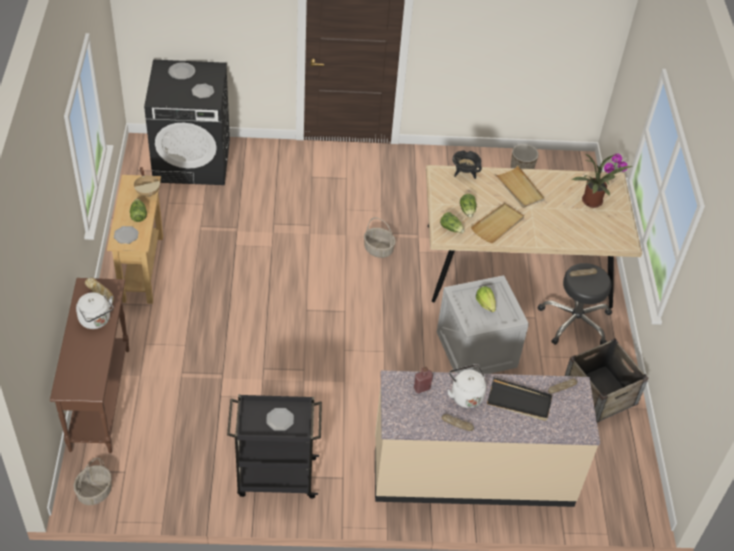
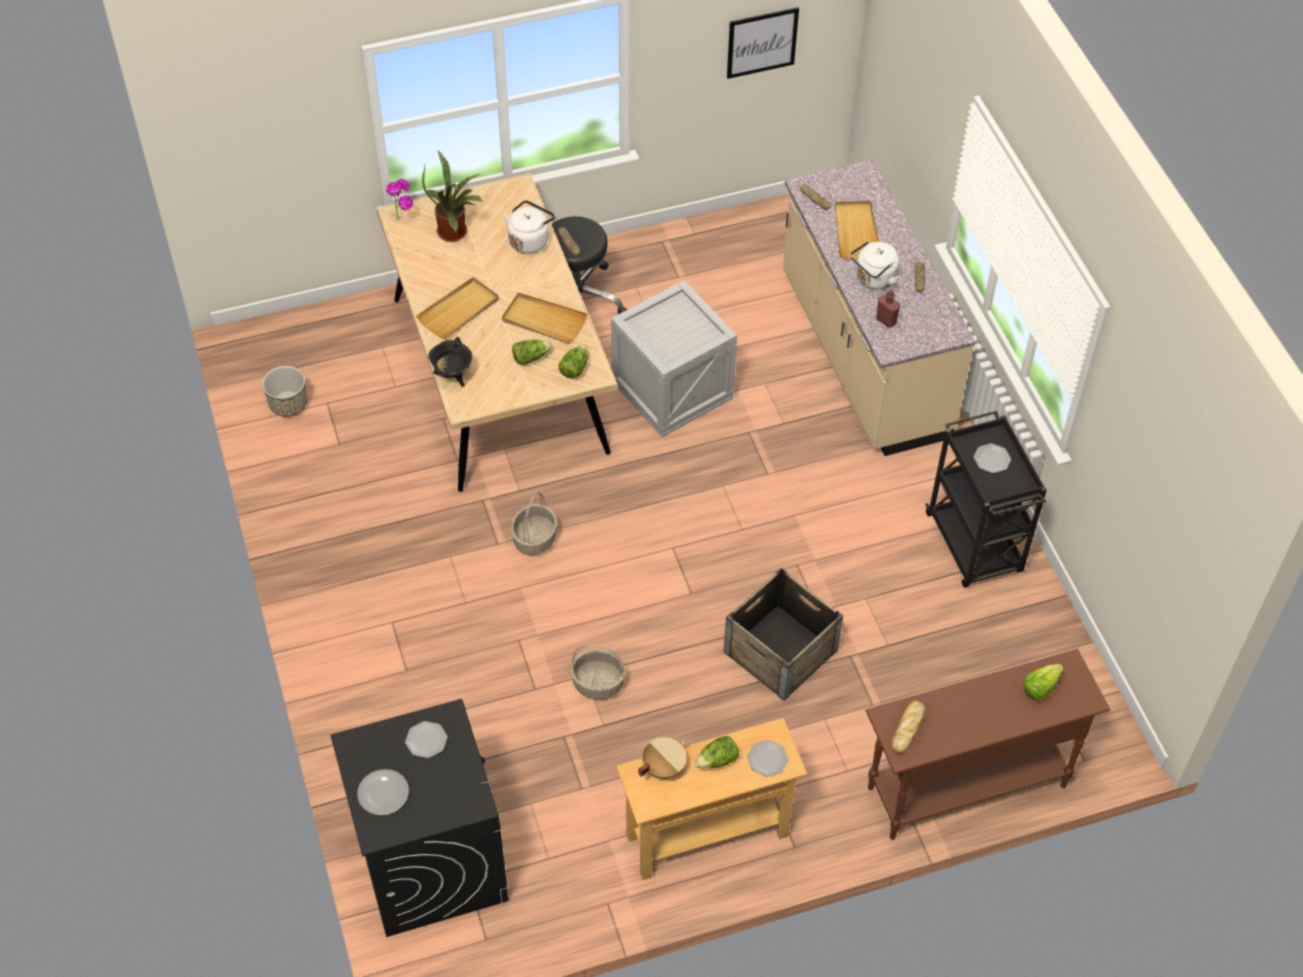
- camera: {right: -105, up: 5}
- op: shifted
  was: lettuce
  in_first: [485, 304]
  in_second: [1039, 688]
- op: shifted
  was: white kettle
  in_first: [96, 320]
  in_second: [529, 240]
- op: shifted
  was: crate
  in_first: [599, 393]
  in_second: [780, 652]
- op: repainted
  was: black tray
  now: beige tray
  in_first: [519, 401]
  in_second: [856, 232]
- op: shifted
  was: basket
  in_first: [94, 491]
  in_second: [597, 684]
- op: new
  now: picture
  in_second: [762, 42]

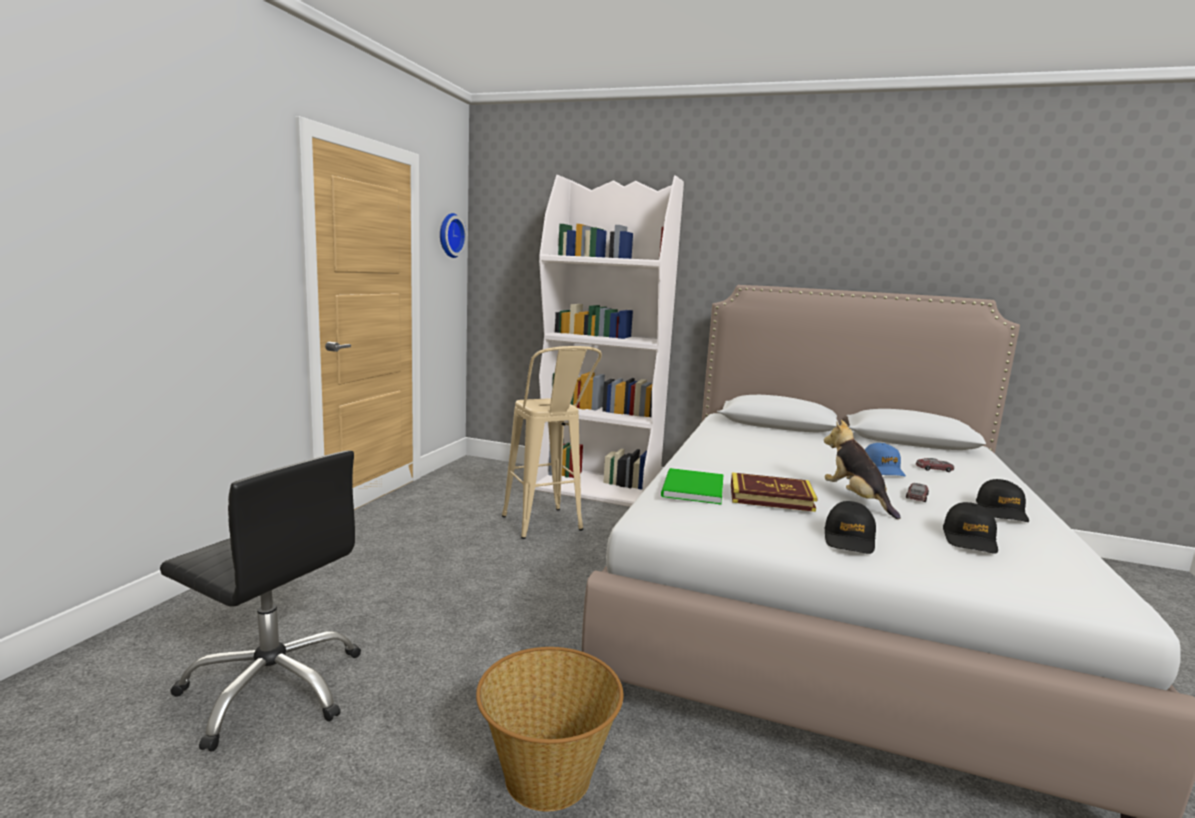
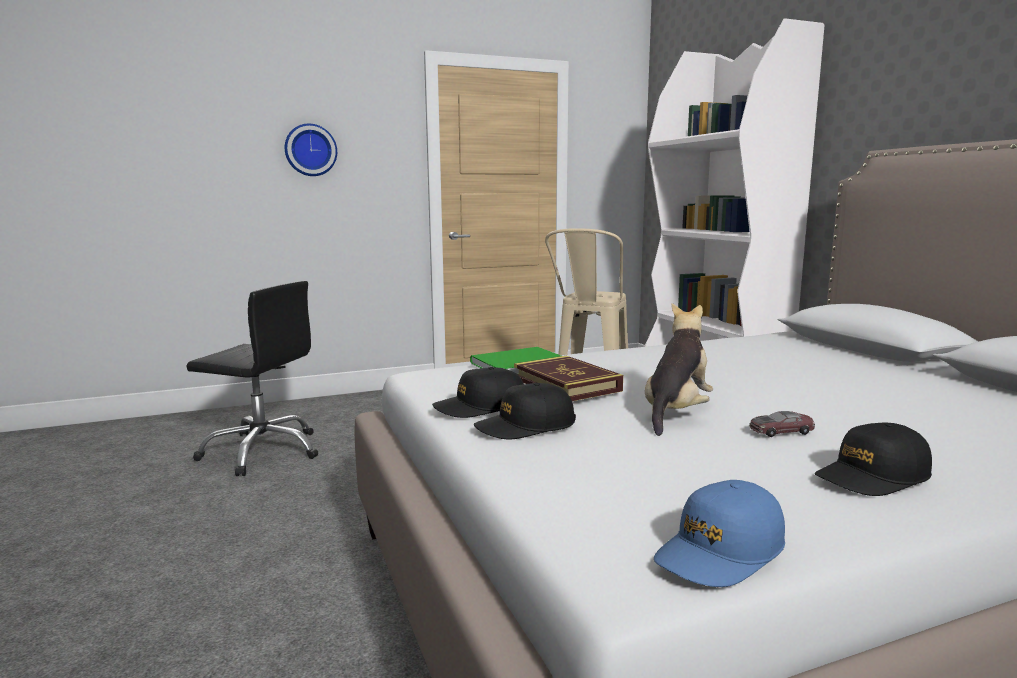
- camera: {right: 50, up: 0}
- op: shifted
  was: wall clock
  in_first: [449, 235]
  in_second: [310, 150]
- op: shifted
  was: blue cap
  in_first: [882, 469]
  in_second: [720, 552]
- op: rotated
  was: black office chair
  in_first: [273, 688]
  in_second: [262, 451]
  clockwise: -60
- op: gone
  was: toy car
  in_first: [934, 469]
- op: shifted
  was: black cap
  in_first: [969, 539]
  in_second: [481, 407]
- op: gone
  was: basket
  in_first: [546, 777]

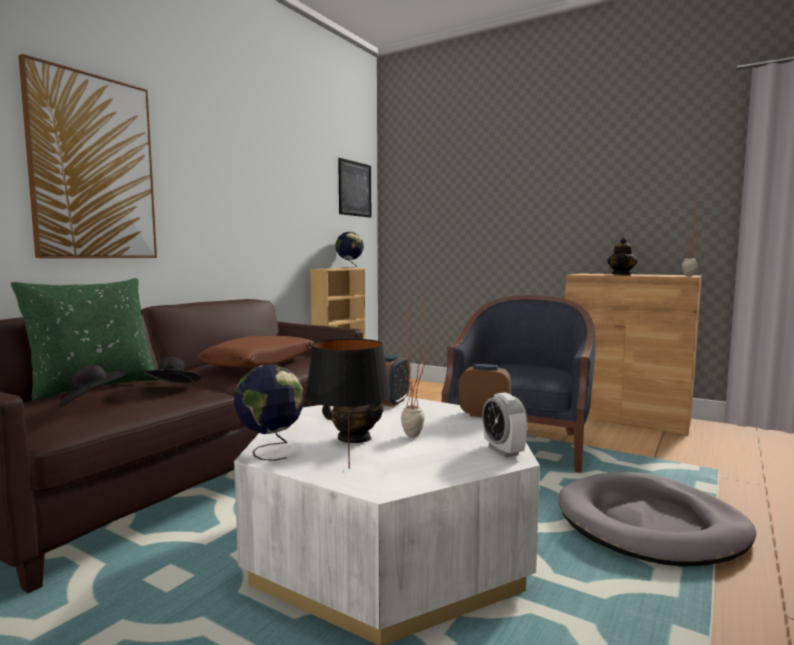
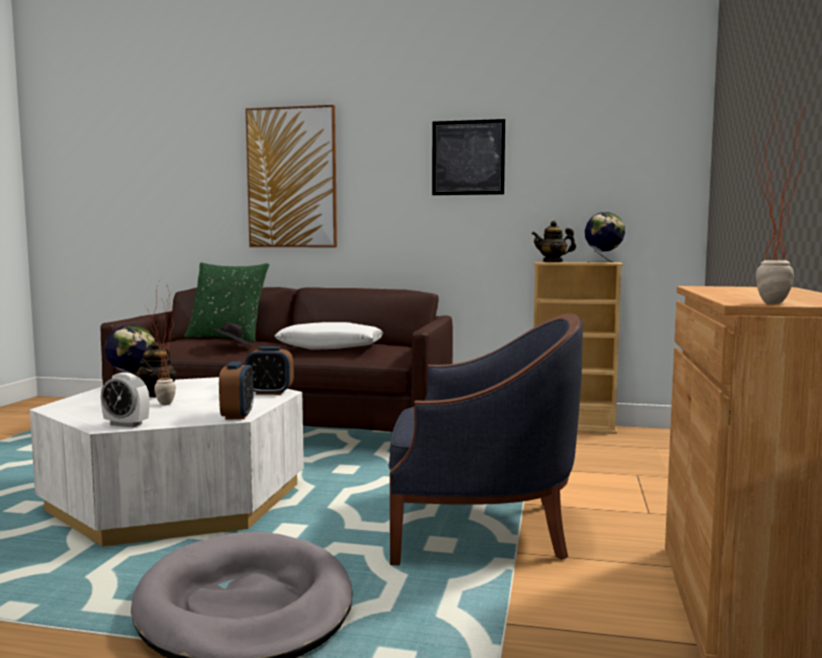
- camera: {right: 70, up: 0}
- op: shifted
  was: picture
  in_first: [355, 189]
  in_second: [468, 157]
- op: shifted
  was: teapot
  in_first: [621, 274]
  in_second: [553, 262]
- op: repainted
  was: brown pillow
  now: white pillow
  in_first: [260, 363]
  in_second: [330, 347]
- op: gone
  was: black table lamp
  in_first: [349, 468]
- op: gone
  was: black hat
  in_first: [91, 402]
- op: rotated
  was: alarm clock
  in_first: [503, 451]
  in_second: [126, 424]
  clockwise: -120

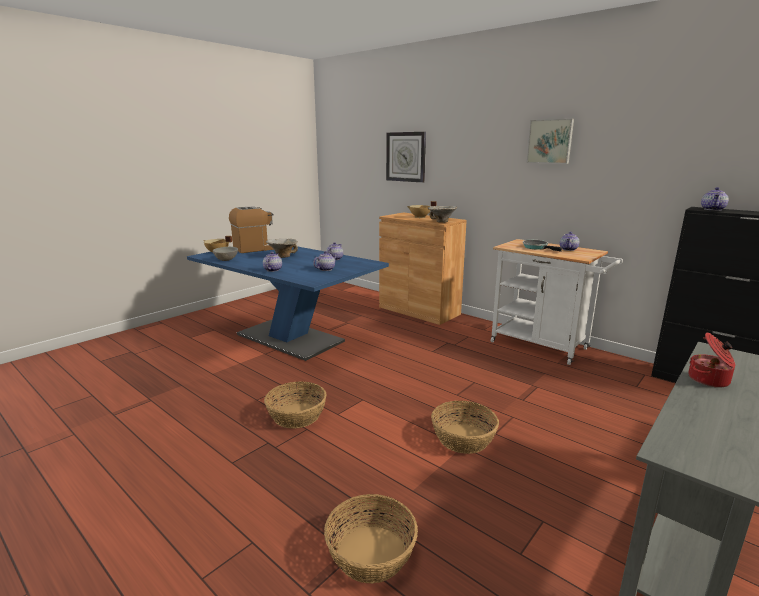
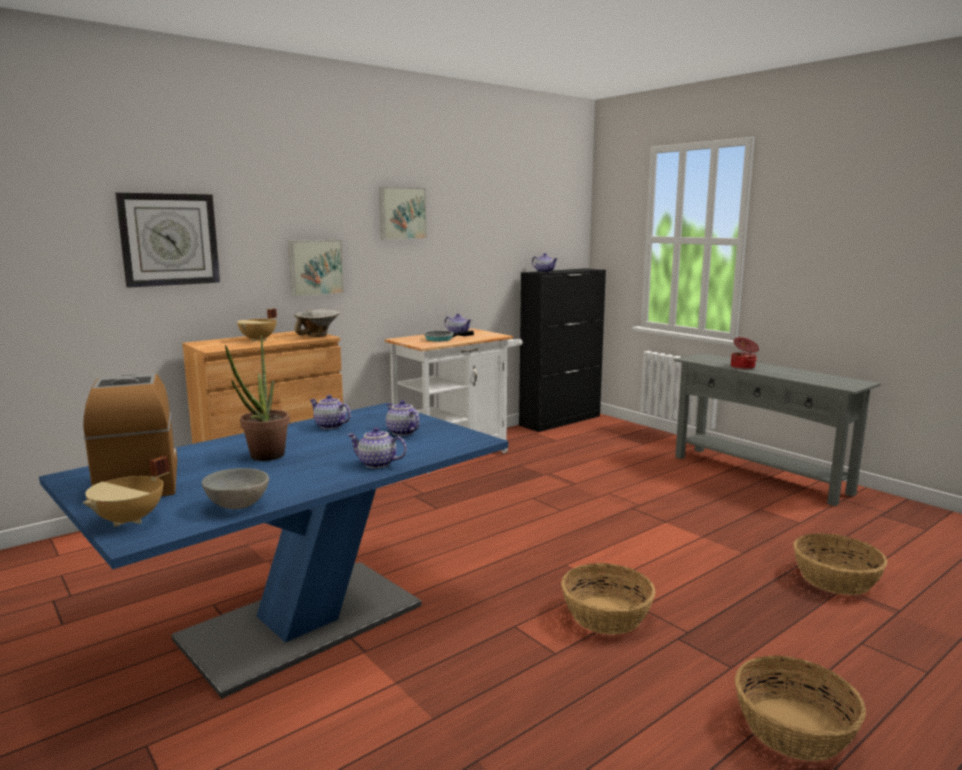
- camera: {right: -80, up: -5}
- op: swapped
  was: bowl
  now: potted plant
  in_first: [283, 256]
  in_second: [263, 458]
- op: shifted
  was: basket
  in_first: [462, 438]
  in_second: [794, 729]
- op: new
  now: picture
  in_second: [315, 267]

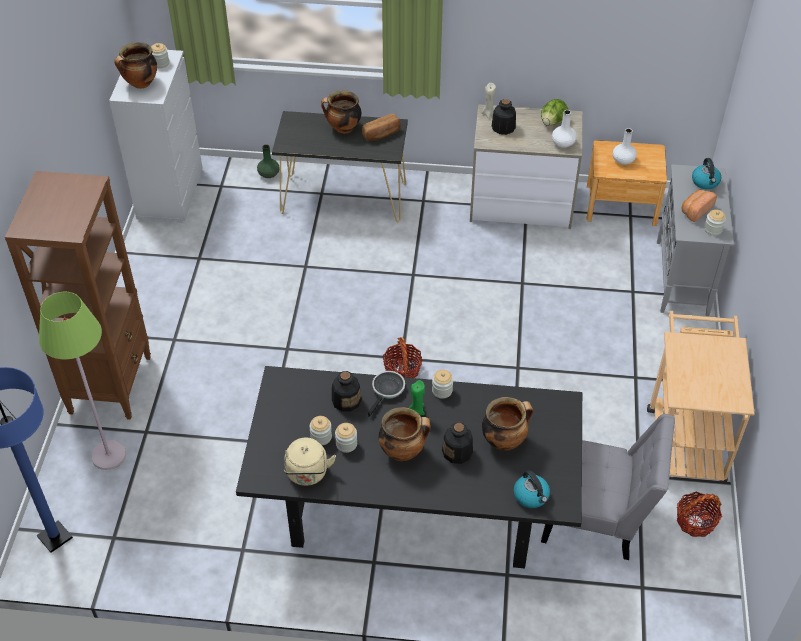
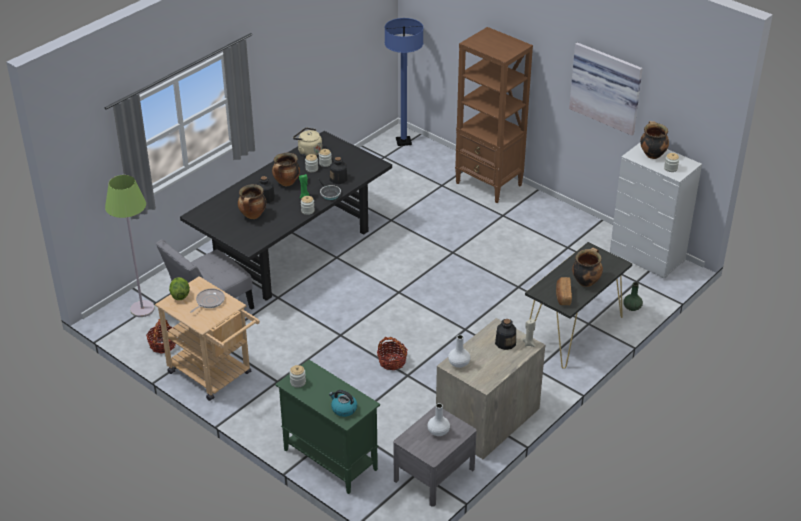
- camera: {right: 125, up: -10}
- op: shifted
  was: lettuce
  in_first: [552, 122]
  in_second: [180, 295]
- op: repainted
  was: brown nightstand
  now: grey nightstand
  in_first: [621, 204]
  in_second: [434, 474]
- op: repainted
  was: grey cabinet
  now: green cabinet
  in_first: [682, 278]
  in_second: [329, 459]
- op: gone
  was: bread
  in_first: [695, 210]
- op: shifted
  was: green floor lamp
  in_first: [109, 455]
  in_second: [142, 309]
- op: shifted
  was: basket
  in_first: [402, 369]
  in_second: [392, 361]
- op: gone
  was: kettle
  in_first: [531, 496]
- op: new
  now: picture
  in_second: [607, 87]
- op: new
  now: frying pan
  in_second: [209, 301]

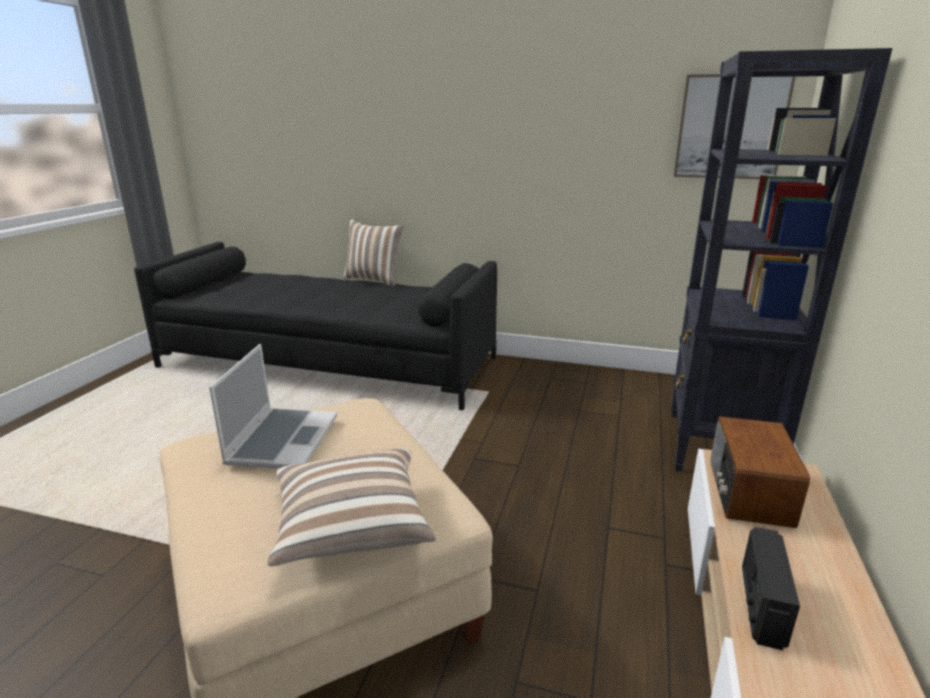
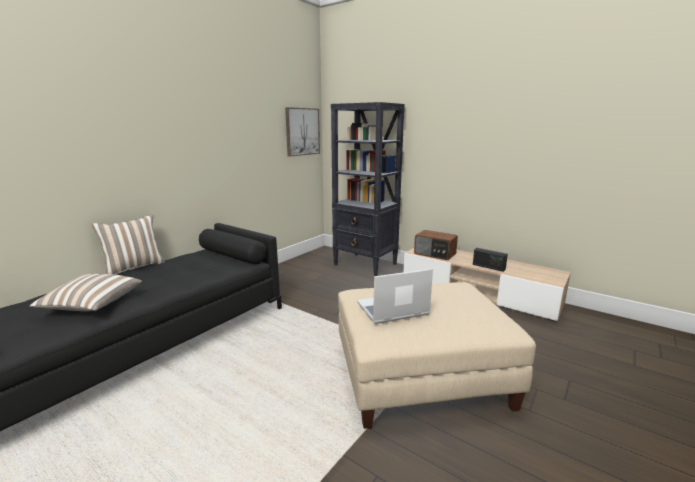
- camera: {right: -70, up: -5}
- op: rotated
  was: laptop
  in_first: [282, 439]
  in_second: [392, 310]
  clockwise: -45
- op: shifted
  was: pillow
  in_first: [351, 526]
  in_second: [92, 305]

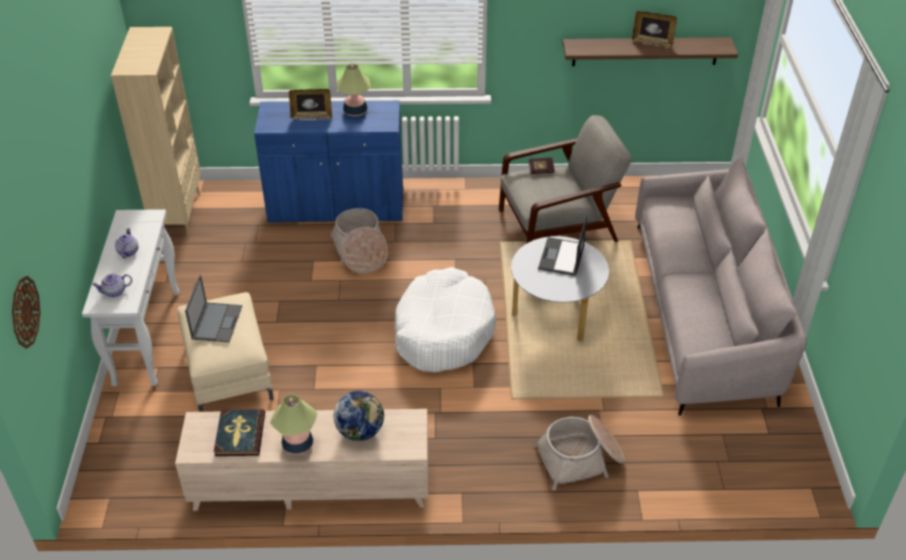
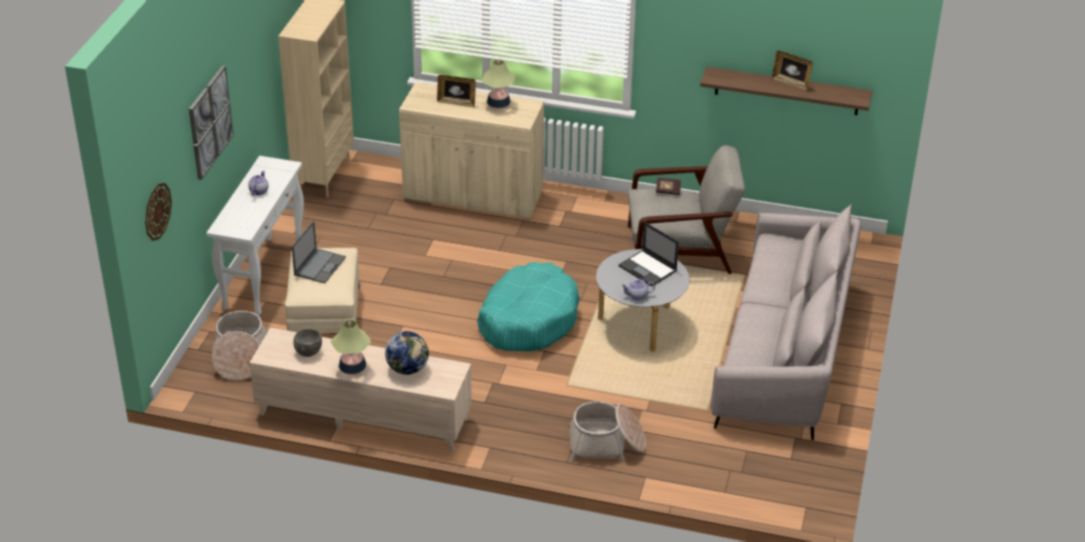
- camera: {right: 15, up: -5}
- op: repainted
  was: blue cabinet
  now: beige cabinet
  in_first: [336, 207]
  in_second: [473, 196]
- op: shifted
  was: basket
  in_first: [360, 251]
  in_second: [240, 357]
- op: rotated
  was: laptop
  in_first: [561, 257]
  in_second: [648, 269]
  clockwise: -75
- op: repainted
  was: white dog bed
  now: turquoise dog bed
  in_first: [443, 331]
  in_second: [528, 320]
- op: shifted
  was: teapot
  in_first: [114, 292]
  in_second: [637, 296]
- op: swapped
  was: book
  now: grey bowl
  in_first: [240, 435]
  in_second: [308, 352]
- op: new
  now: picture
  in_second: [210, 122]

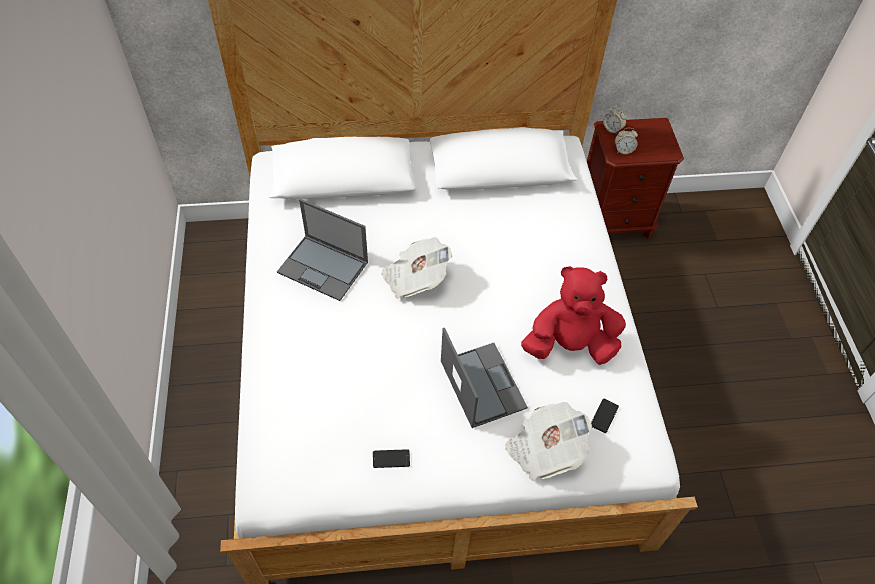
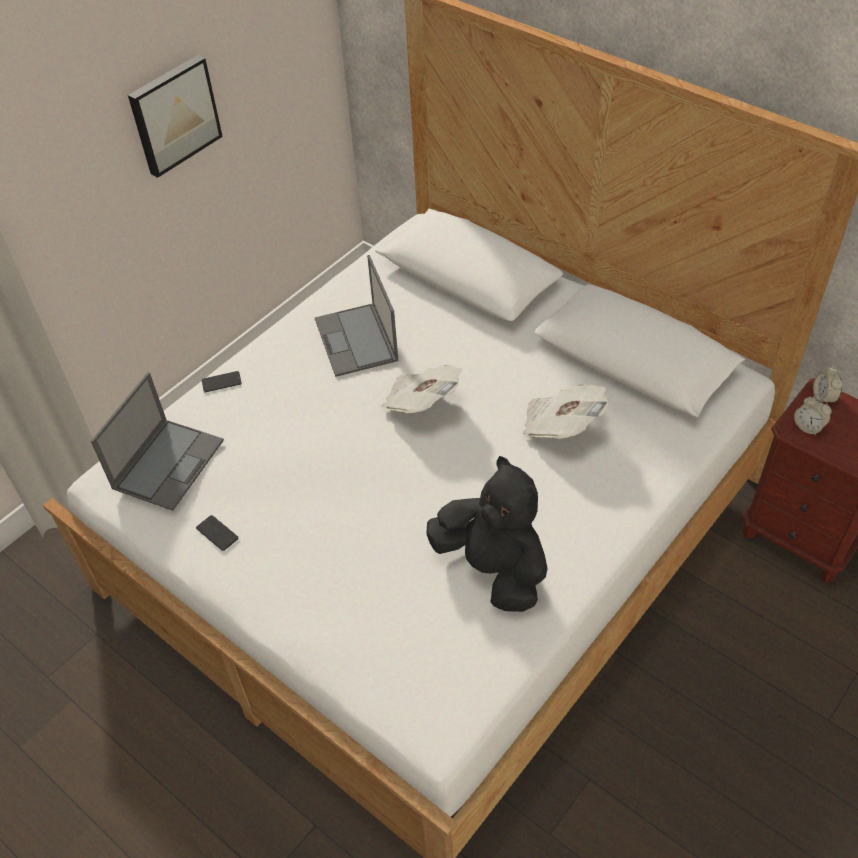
- camera: {right: 50, up: -5}
- op: repainted
  was: red plush toy
  now: black plush toy
  in_first: [569, 345]
  in_second: [493, 568]
- op: shifted
  was: laptop
  in_first: [482, 383]
  in_second: [169, 463]
- op: shifted
  was: phone
  in_first: [604, 416]
  in_second: [221, 382]
- op: shifted
  was: newspaper
  in_first: [544, 449]
  in_second: [561, 425]
- op: new
  now: picture
  in_second: [174, 115]

